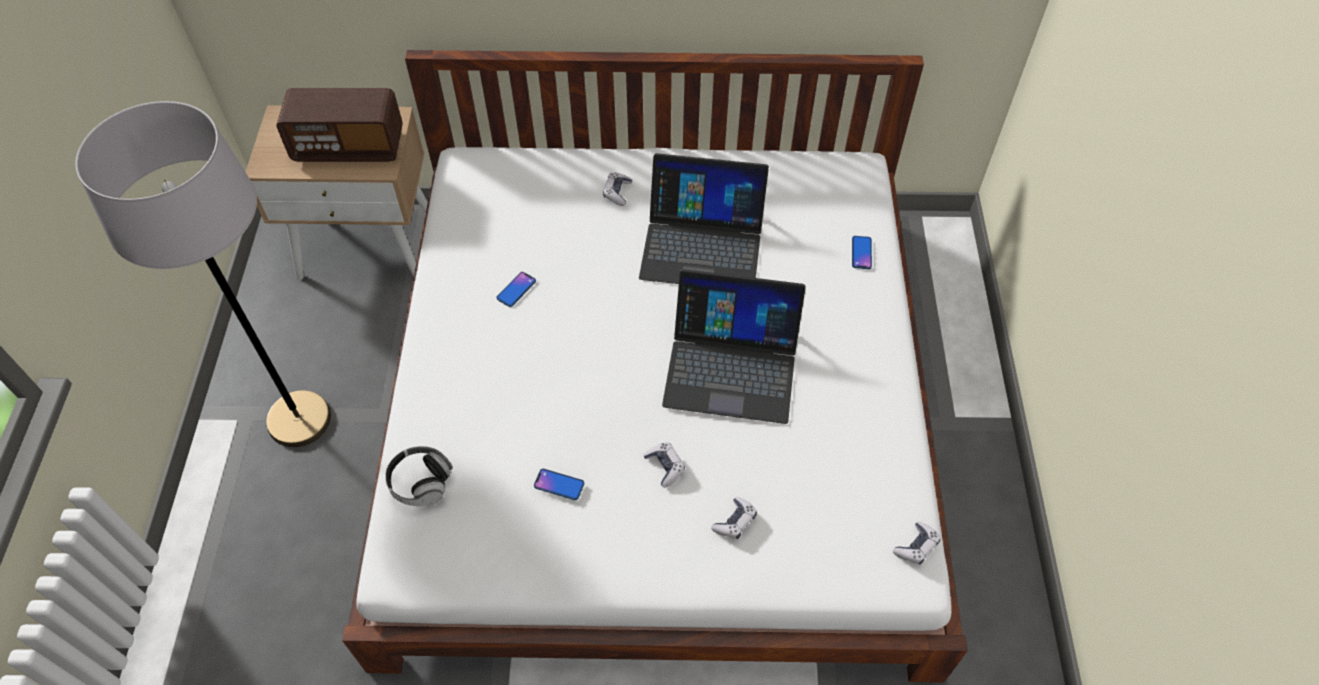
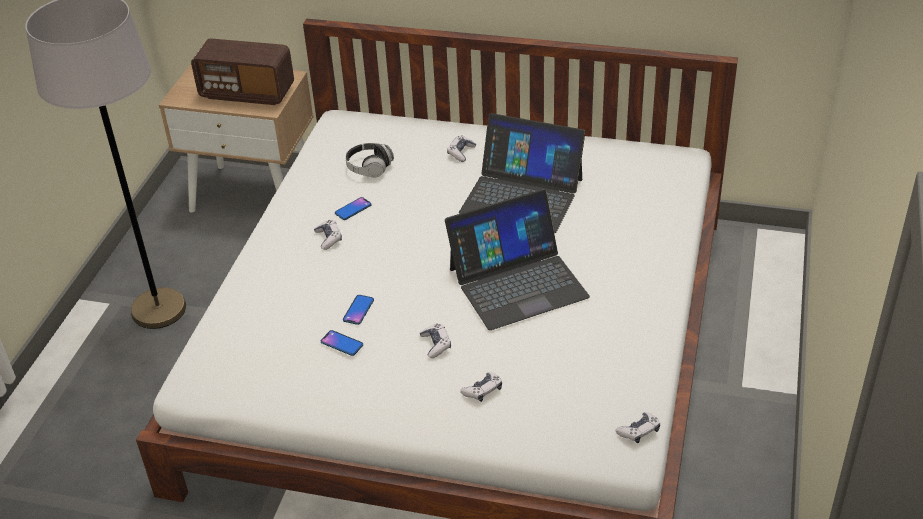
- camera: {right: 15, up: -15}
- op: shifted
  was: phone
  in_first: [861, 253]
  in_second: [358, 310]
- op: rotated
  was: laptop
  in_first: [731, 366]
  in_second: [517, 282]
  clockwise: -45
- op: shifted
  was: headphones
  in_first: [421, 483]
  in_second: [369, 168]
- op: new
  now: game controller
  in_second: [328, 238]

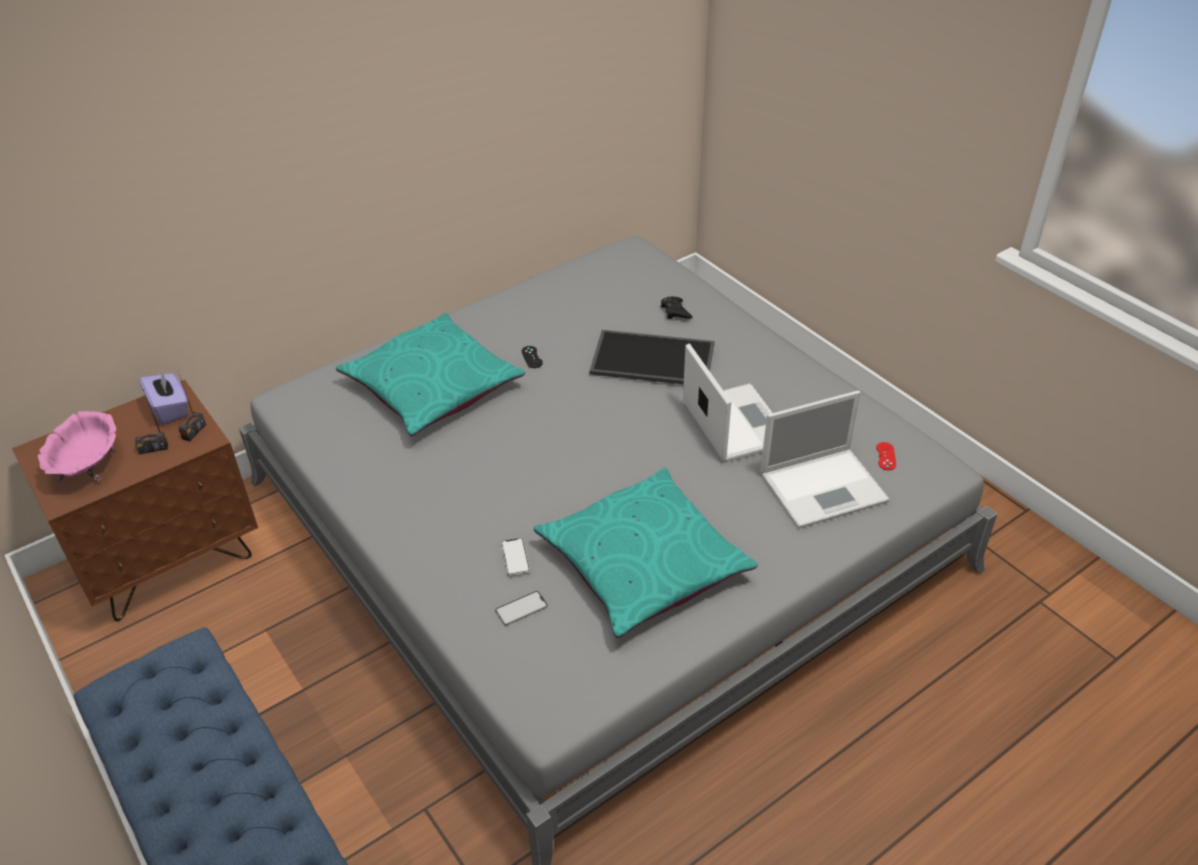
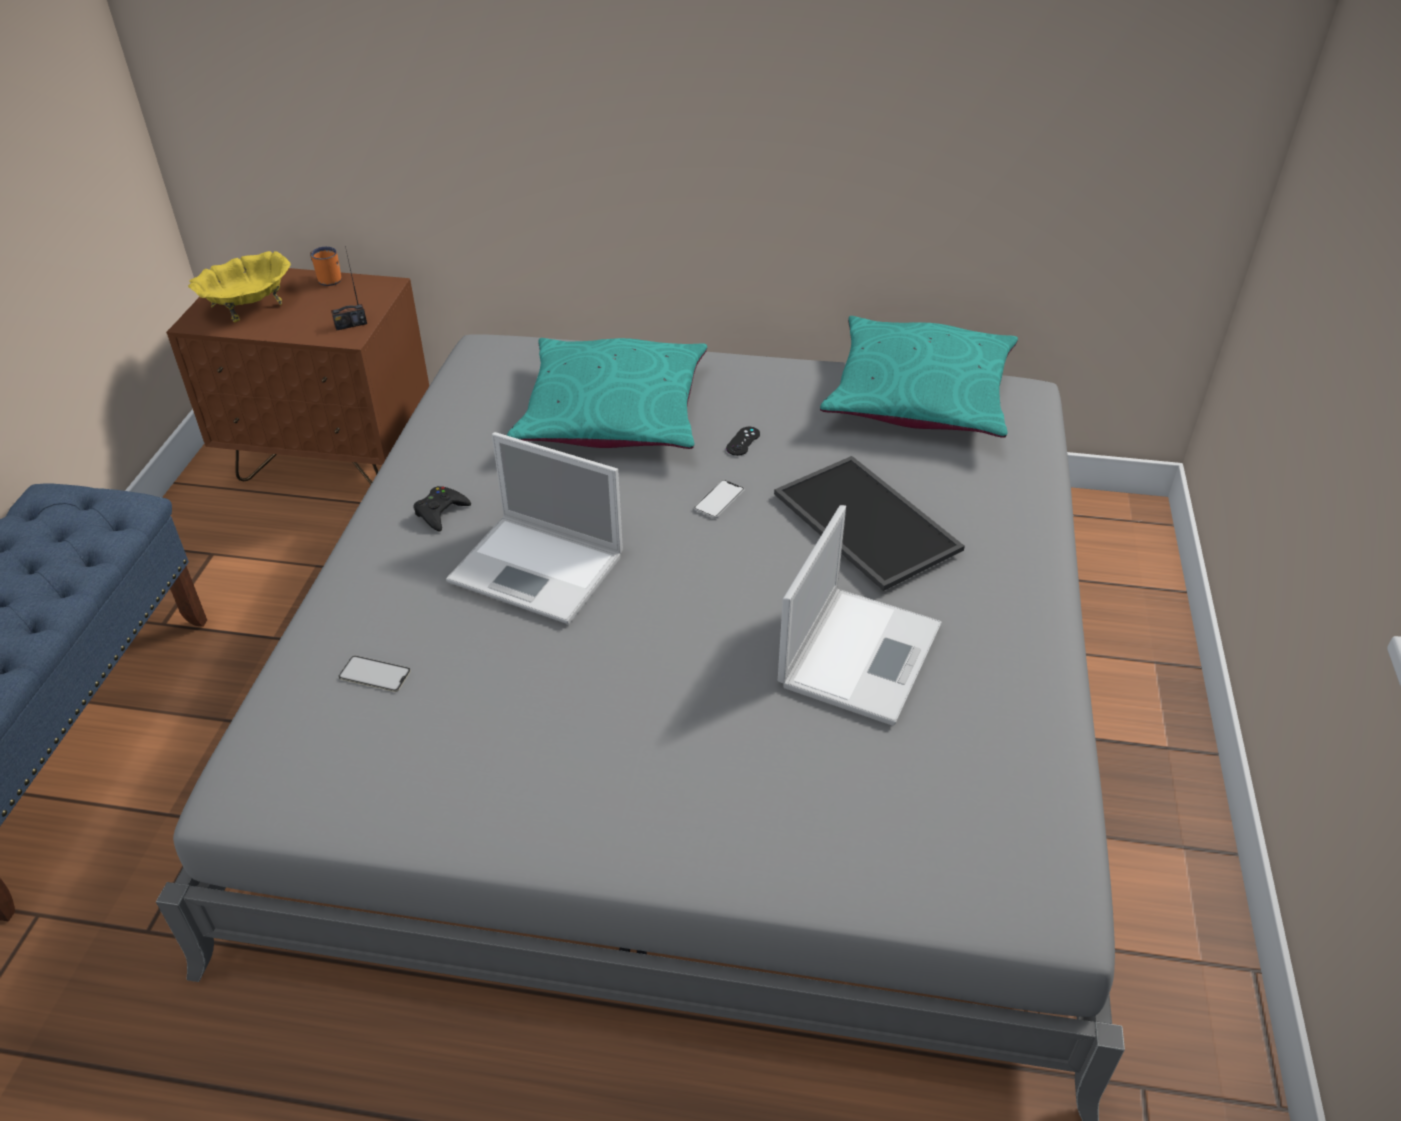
- camera: {right: 45, up: 0}
- op: shifted
  was: black game controller
  in_first: [675, 311]
  in_second: [440, 512]
- op: gone
  was: purple tissue box
  in_first: [170, 409]
- op: gone
  was: radio
  in_first: [153, 448]
- op: shifted
  was: laptop
  in_first: [825, 487]
  in_second: [539, 569]
- op: repainted
  was: pink bowl
  now: yellow bowl
  in_first: [87, 465]
  in_second: [249, 306]
- op: gone
  was: red game controller
  in_first: [886, 456]
- op: shifted
  was: turquoise pillow
  in_first: [642, 563]
  in_second: [919, 395]
- op: shifted
  was: phone
  in_first: [515, 557]
  in_second: [719, 500]
- op: new
  now: orange mug
  in_second: [327, 278]

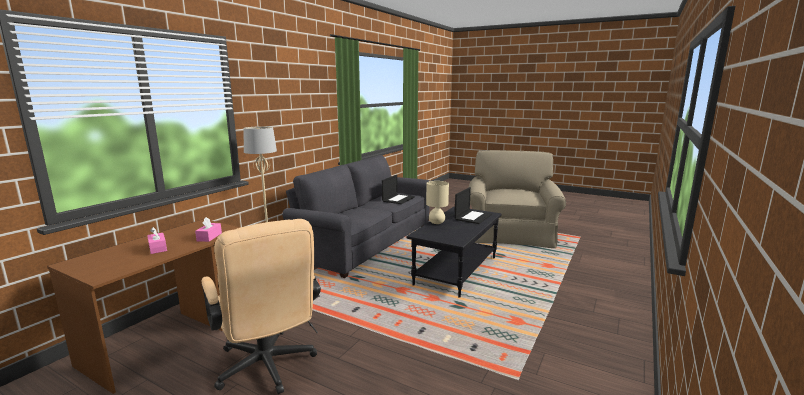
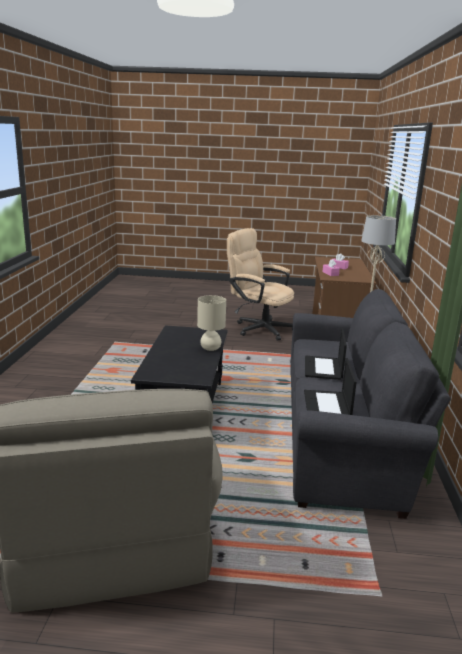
- camera: {right: 155, up: 5}
- op: shifted
  was: laptop
  in_first: [473, 217]
  in_second: [323, 368]

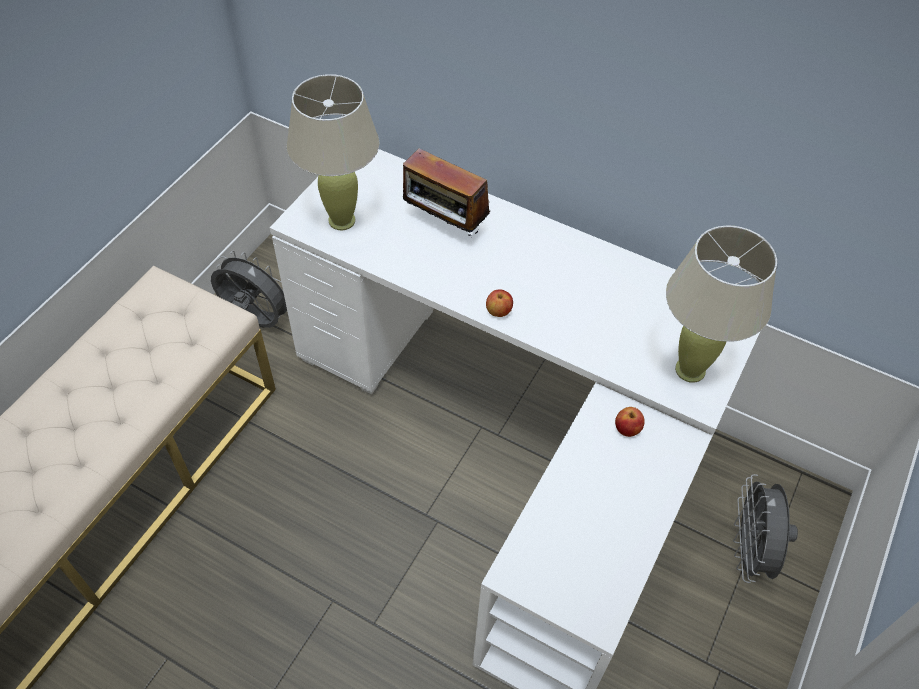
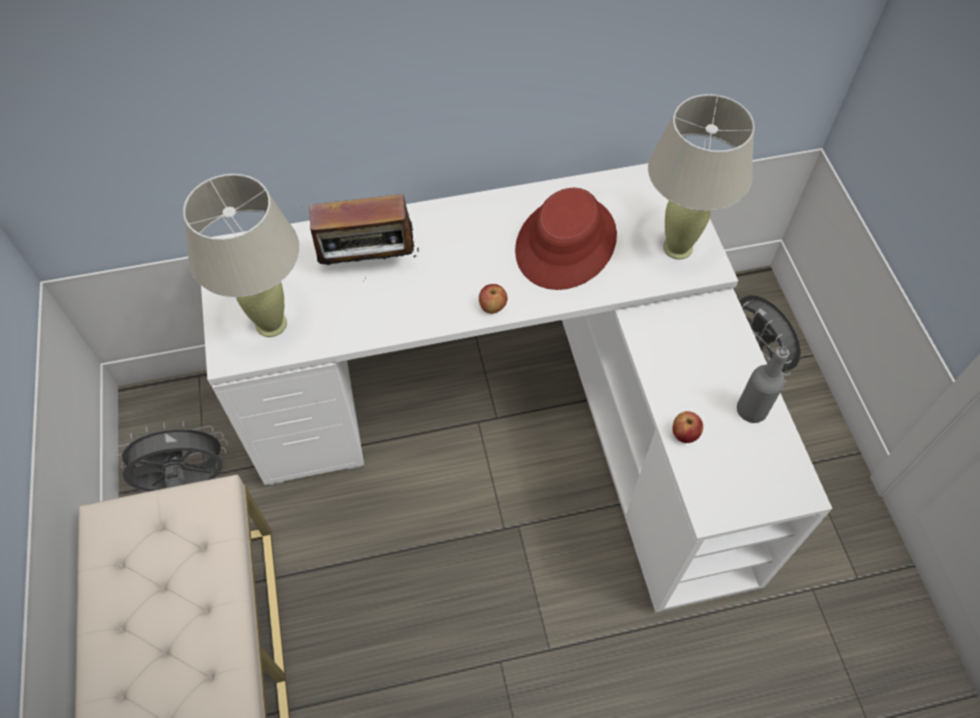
- camera: {right: -40, up: 5}
- op: shifted
  was: apple
  in_first: [627, 429]
  in_second: [684, 434]
- op: new
  now: red hat
  in_second: [566, 243]
- op: new
  now: grey bottle
  in_second: [751, 410]

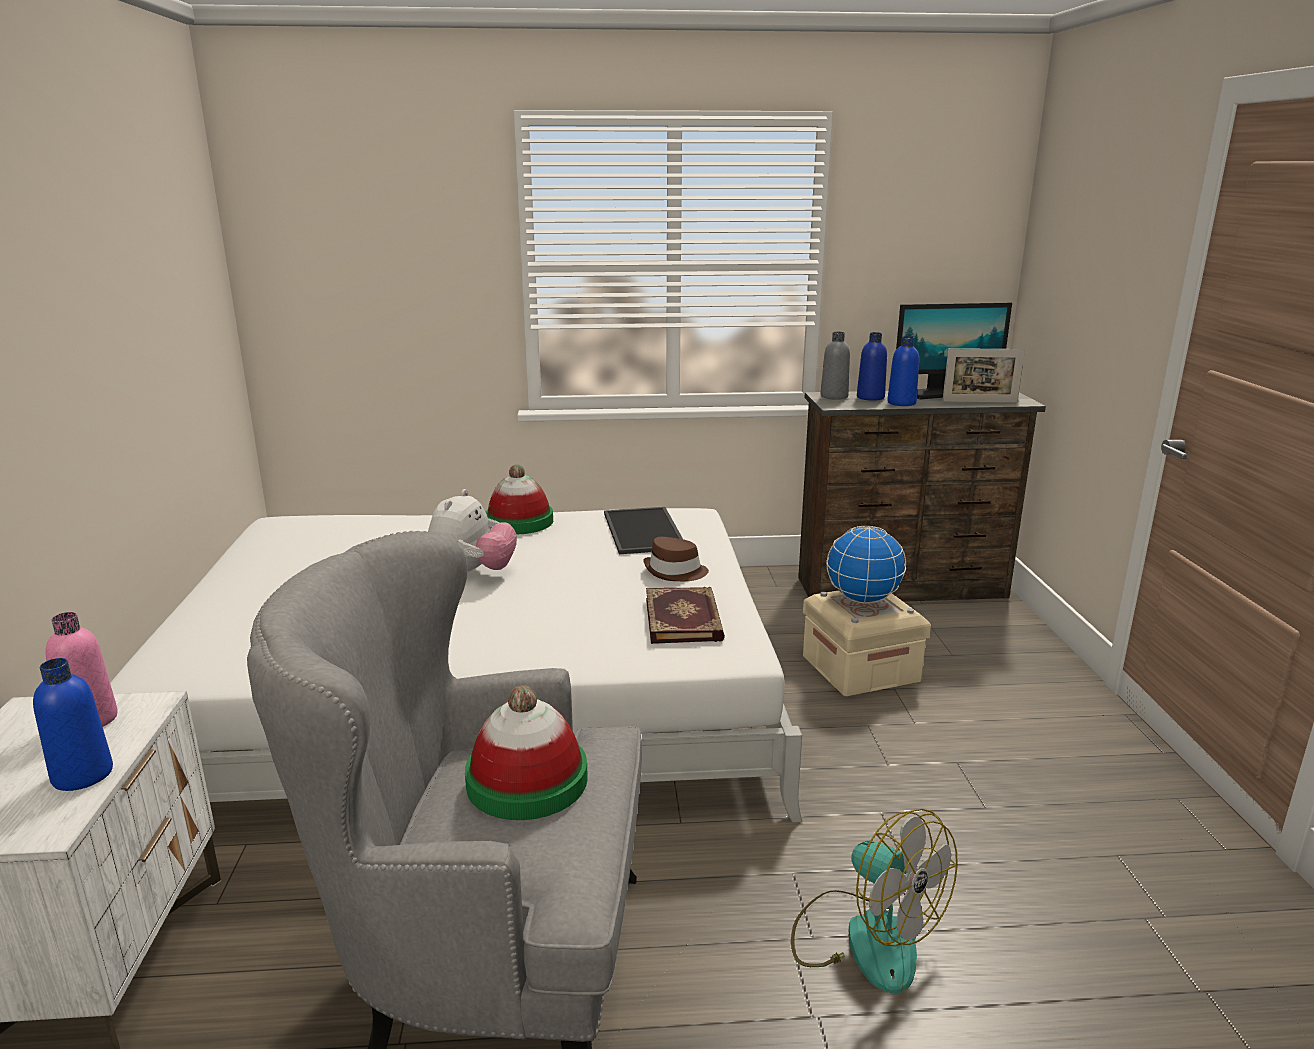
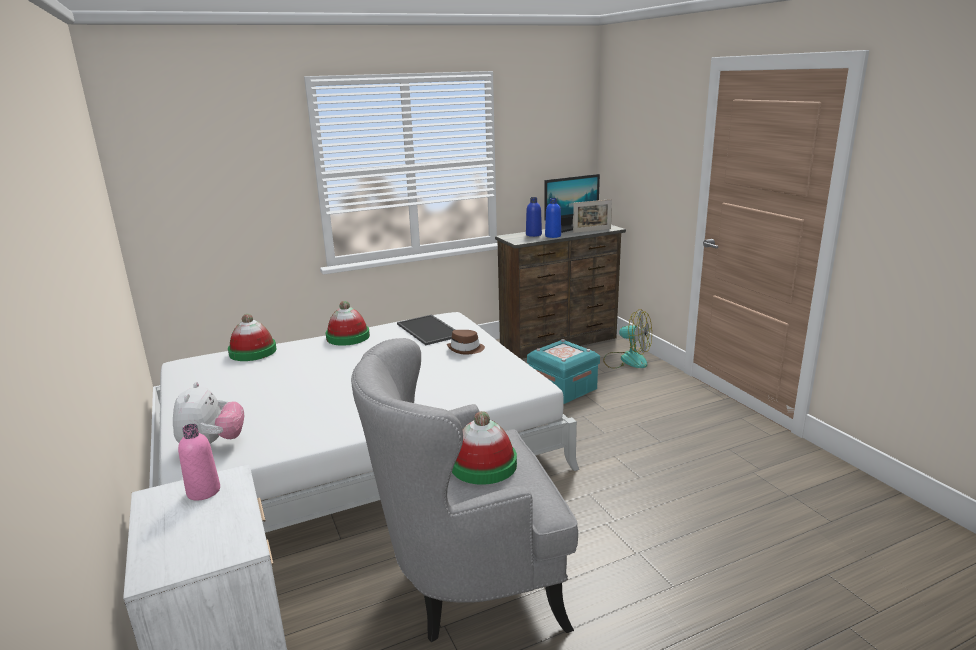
- camera: {right: -20, up: 0}
- op: gone
  was: grey bottle
  in_first: [834, 396]
- op: shifted
  was: plush toy
  in_first: [473, 574]
  in_second: [212, 445]
- op: gone
  was: globe
  in_first: [862, 599]
- op: gone
  was: book
  in_first: [685, 619]
- op: repainted
  was: beige storage box
  now: turquoise storage box
  in_first: [860, 669]
  in_second: [562, 388]
- op: gone
  was: blue bottle
  in_first: [82, 775]
- op: shifted
  was: fan
  in_first: [865, 937]
  in_second: [626, 360]
- op: new
  now: hat
  in_second: [252, 351]

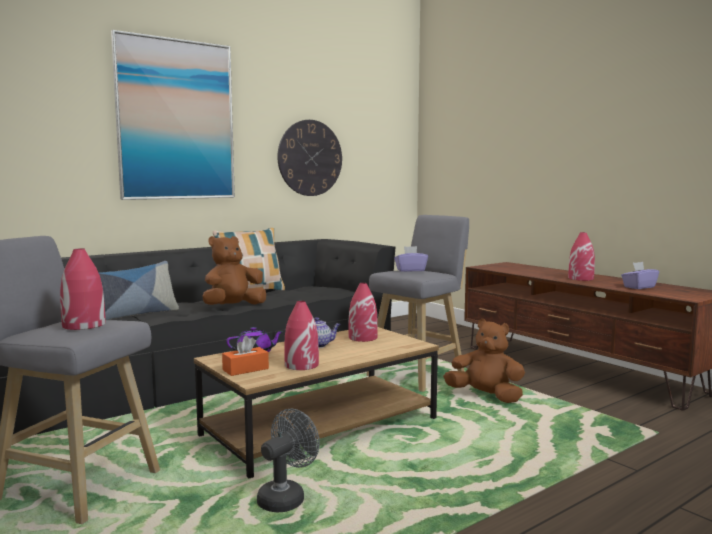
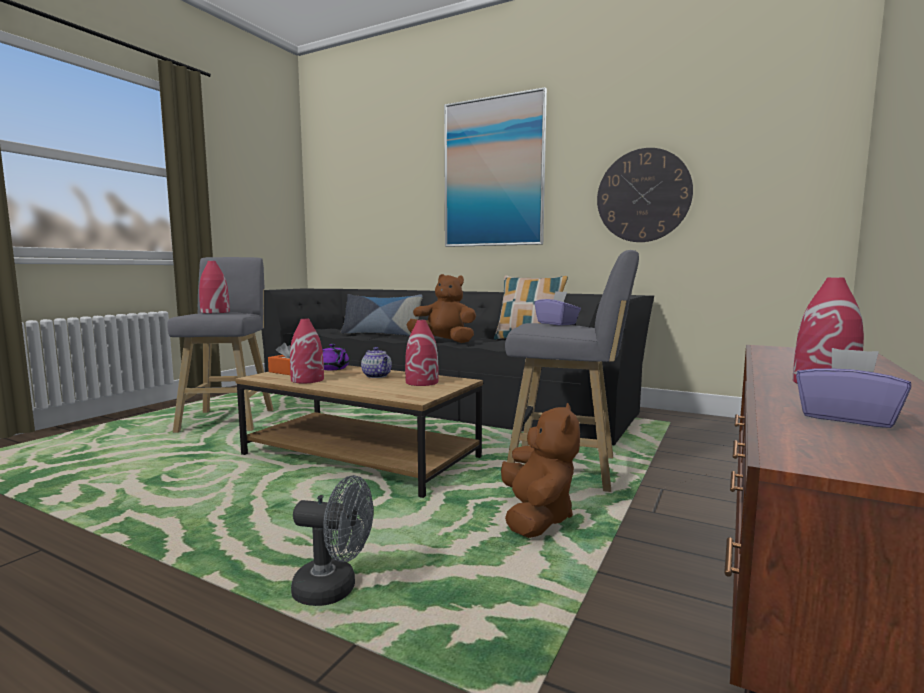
- camera: {right: 65, up: 0}
- op: shifted
  was: grey fan
  in_first: [286, 497]
  in_second: [334, 590]

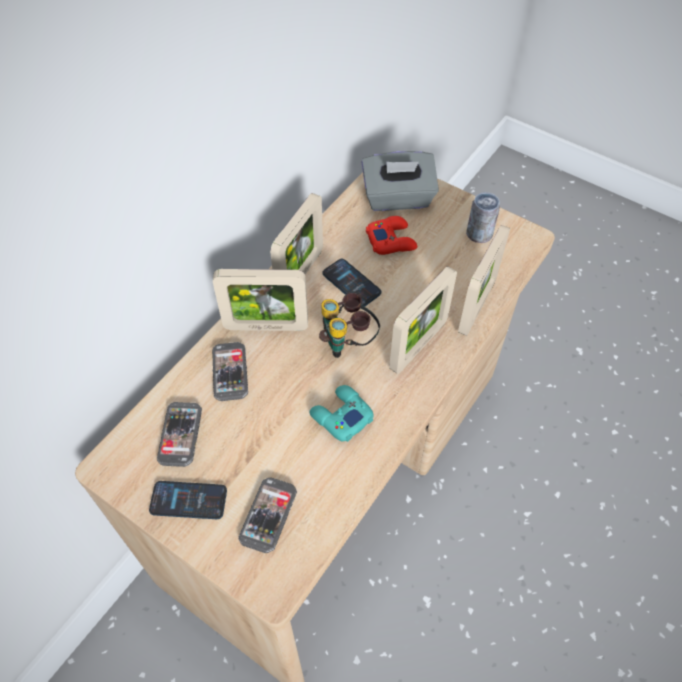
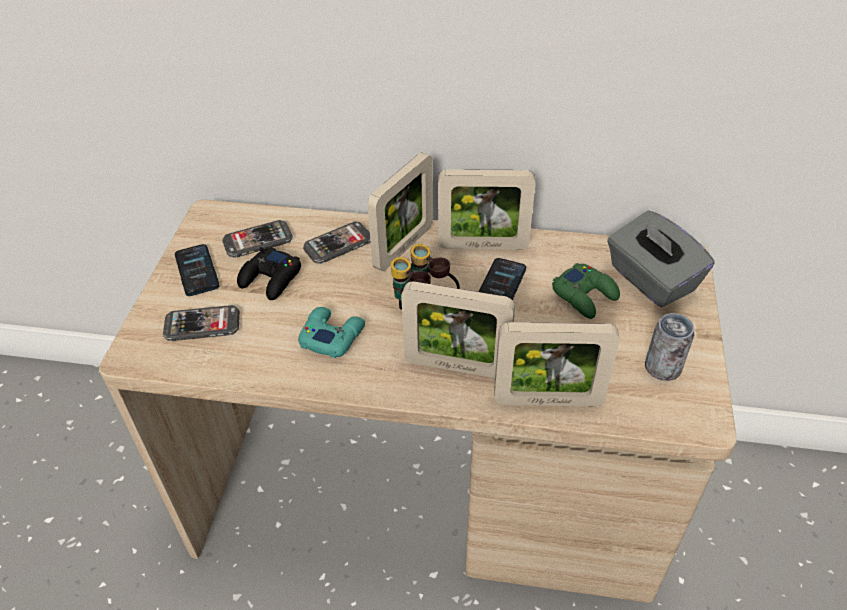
- camera: {right: 65, up: -10}
- op: repainted
  was: red game controller
  now: green game controller
  in_first: [391, 240]
  in_second: [585, 295]
- op: rotated
  was: picture frame
  in_first: [266, 326]
  in_second: [403, 247]
  clockwise: -120
- op: new
  now: black game controller
  in_second: [271, 279]

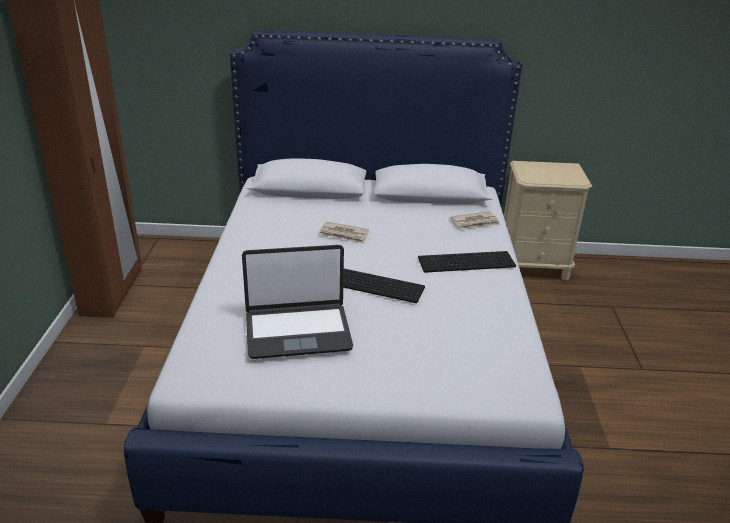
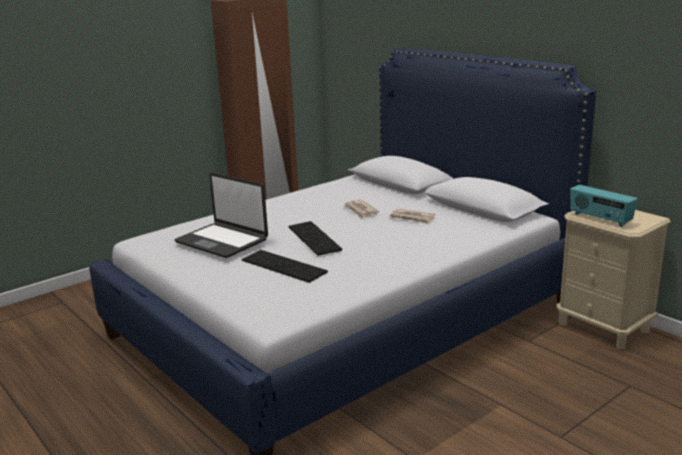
- camera: {right: 50, up: -10}
- op: shifted
  was: newspaper
  in_first: [475, 222]
  in_second: [412, 218]
- op: shifted
  was: keyboard
  in_first: [467, 261]
  in_second: [285, 266]
- op: new
  now: radio
  in_second: [600, 219]

